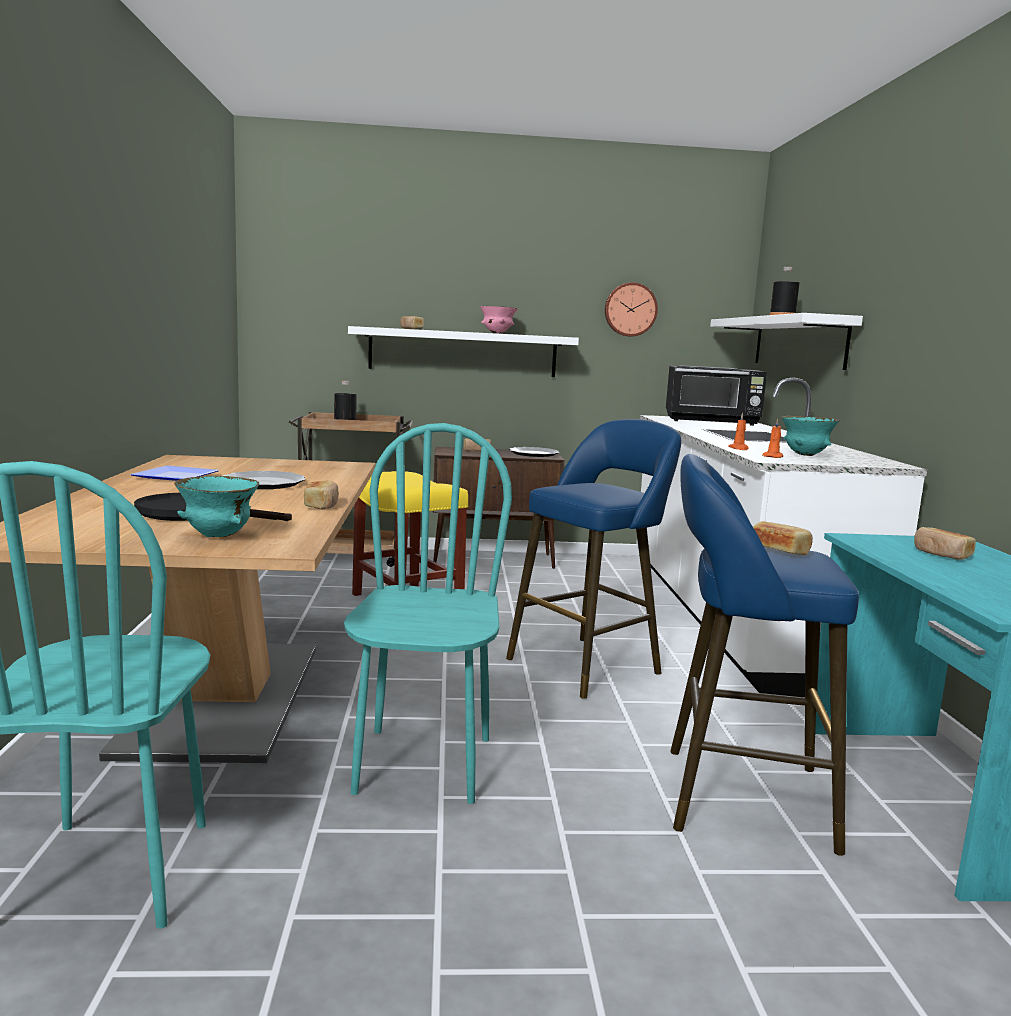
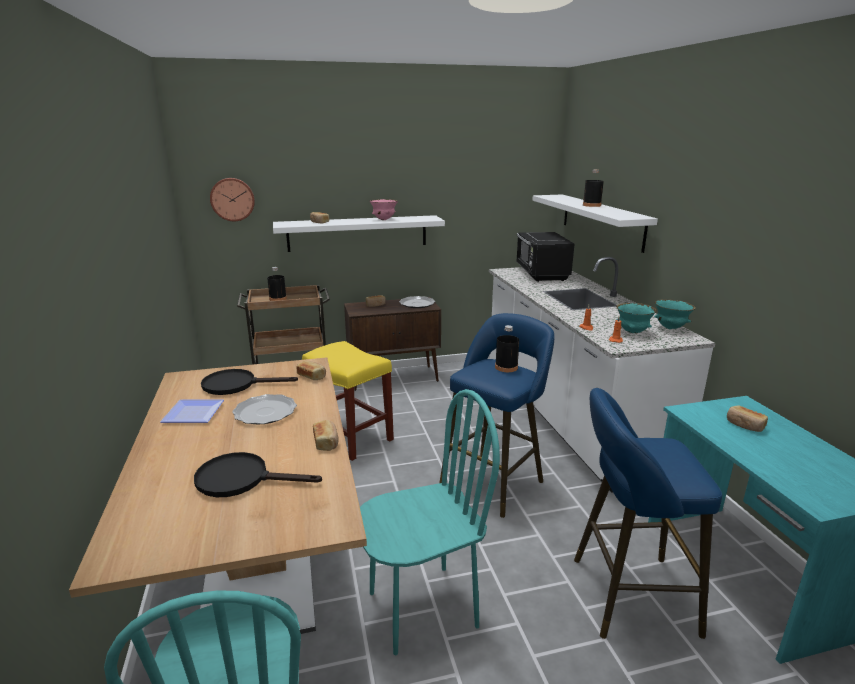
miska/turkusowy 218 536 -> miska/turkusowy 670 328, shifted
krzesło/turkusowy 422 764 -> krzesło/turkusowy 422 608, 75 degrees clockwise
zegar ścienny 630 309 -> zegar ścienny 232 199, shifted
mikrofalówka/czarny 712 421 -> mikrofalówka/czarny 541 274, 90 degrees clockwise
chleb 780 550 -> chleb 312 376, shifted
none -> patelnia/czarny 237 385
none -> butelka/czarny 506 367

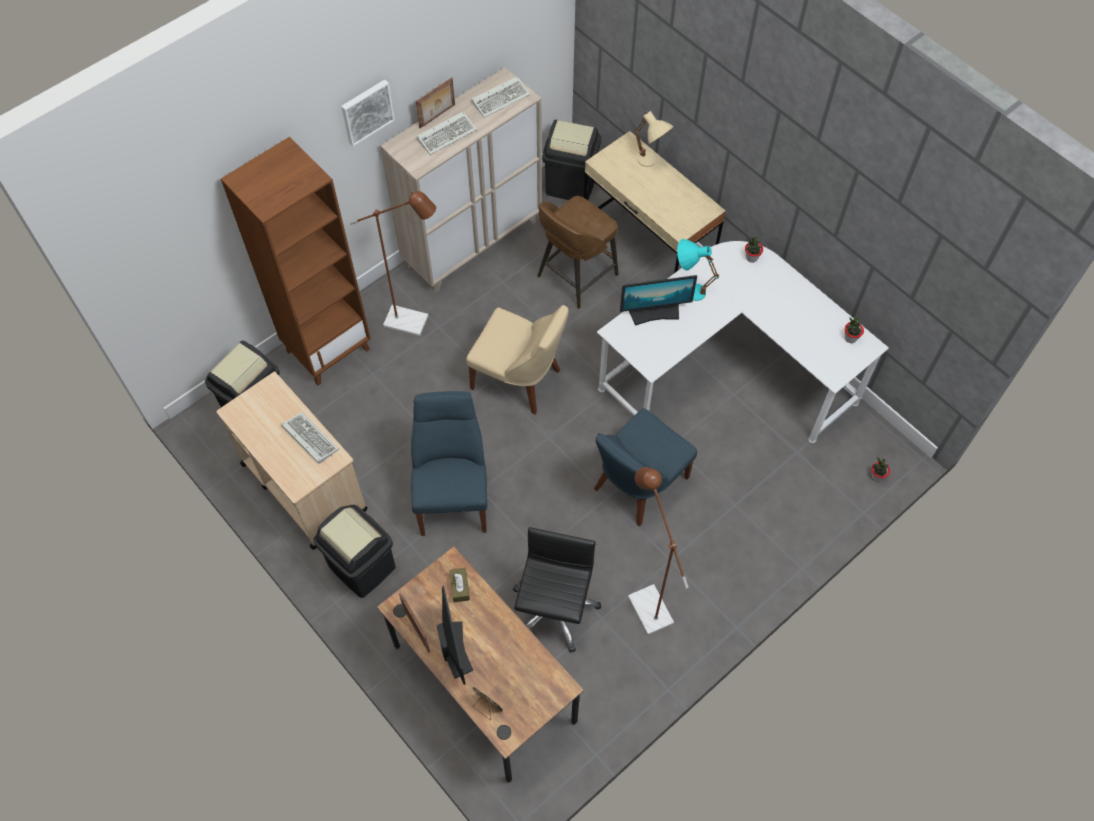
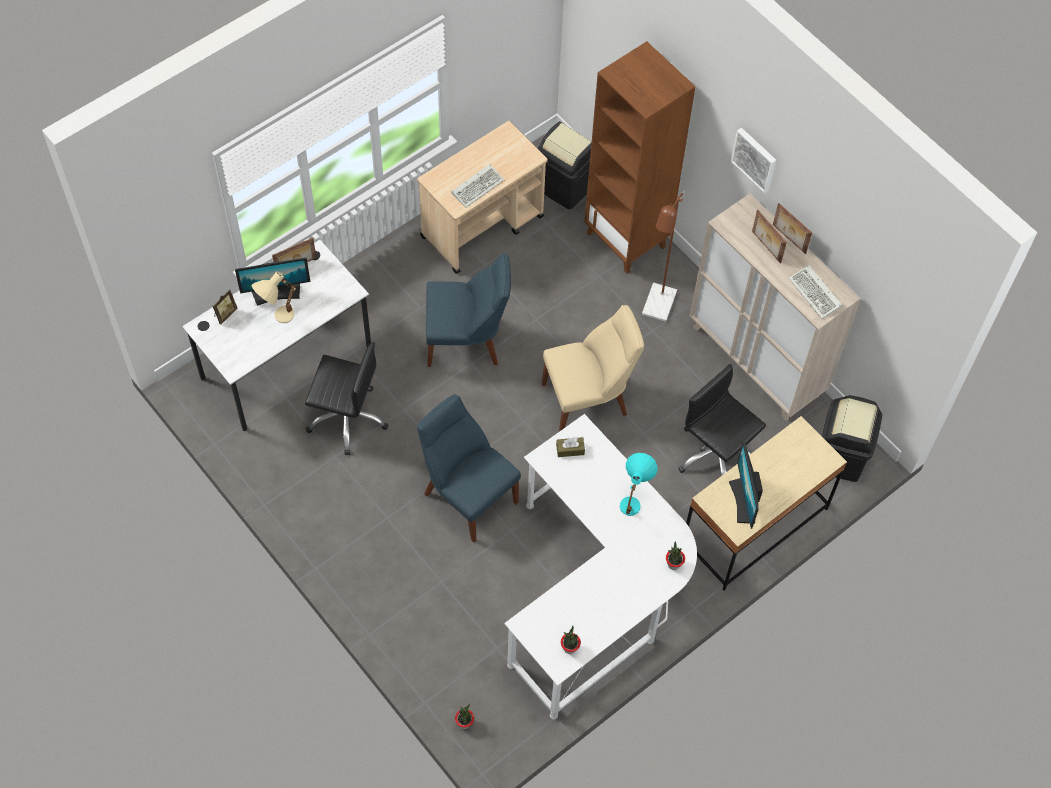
kosz na śmieci/czarny 361 567 -> none
biurko/brązowy 484 683 -> biurko/biały 286 362
klawiatura 447 134 -> ramka na zdjęcie 765 247
pudełko chusteczek/brązowy 460 587 -> pudełko chusteczek/brązowy 570 449, shifted
krzesło/beżowy 519 380 -> krzesło/beżowy 588 399, 135 degrees counterclockwise
stołek/brązowy 575 276 -> krzesło biurowe/czarny 715 455
monitor 654 313 -> monitor 744 501, shifted
lampa stojąca/brązowy 646 601 -> none
lampa stołowa/beżowy 651 164 -> lampa stołowa/beżowy 277 318, shifted

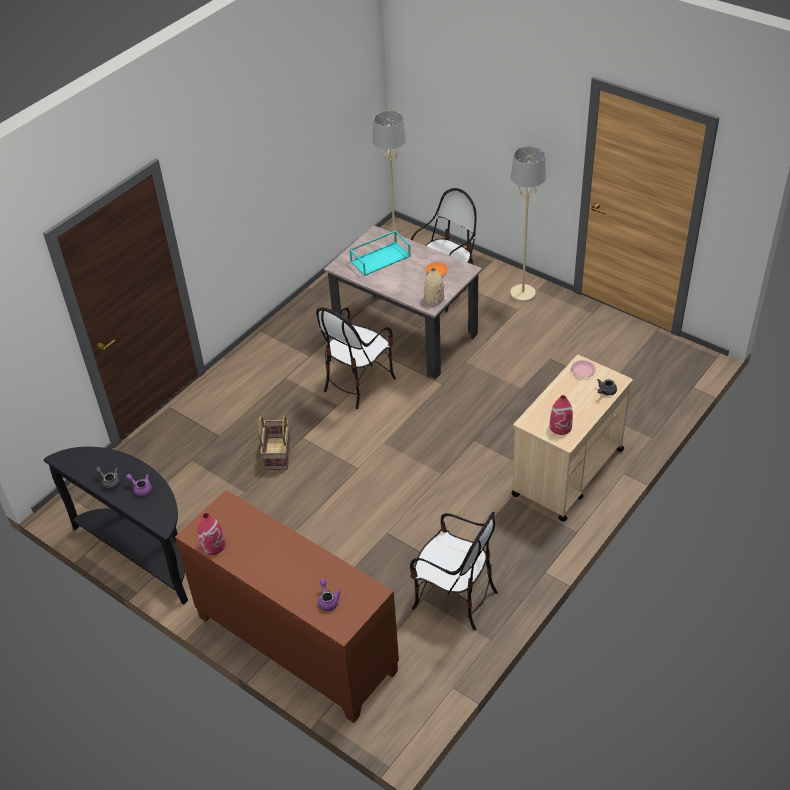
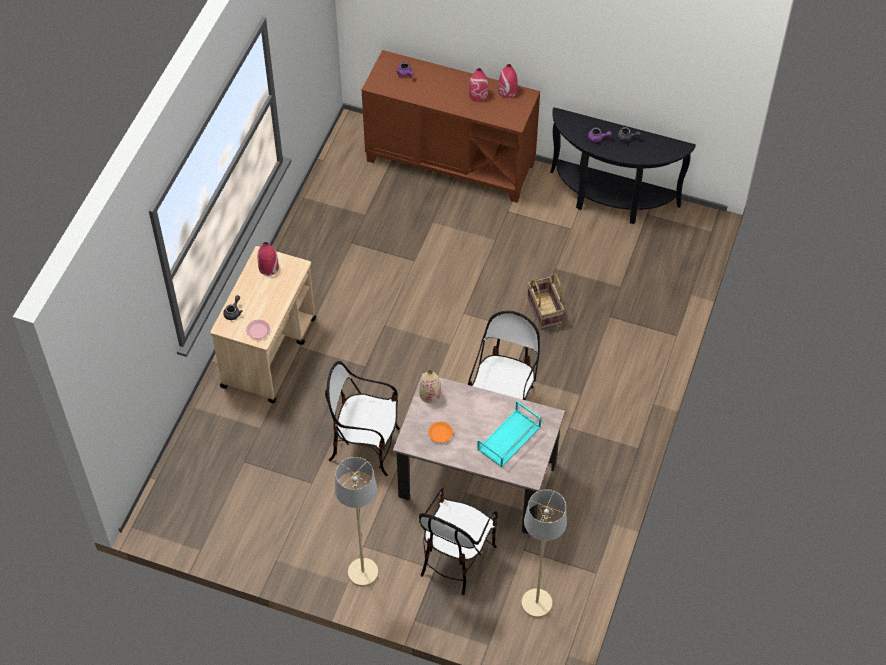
krzesło 454 598 -> krzesło 365 446, shifted
none -> wazon/czerwony 478 95

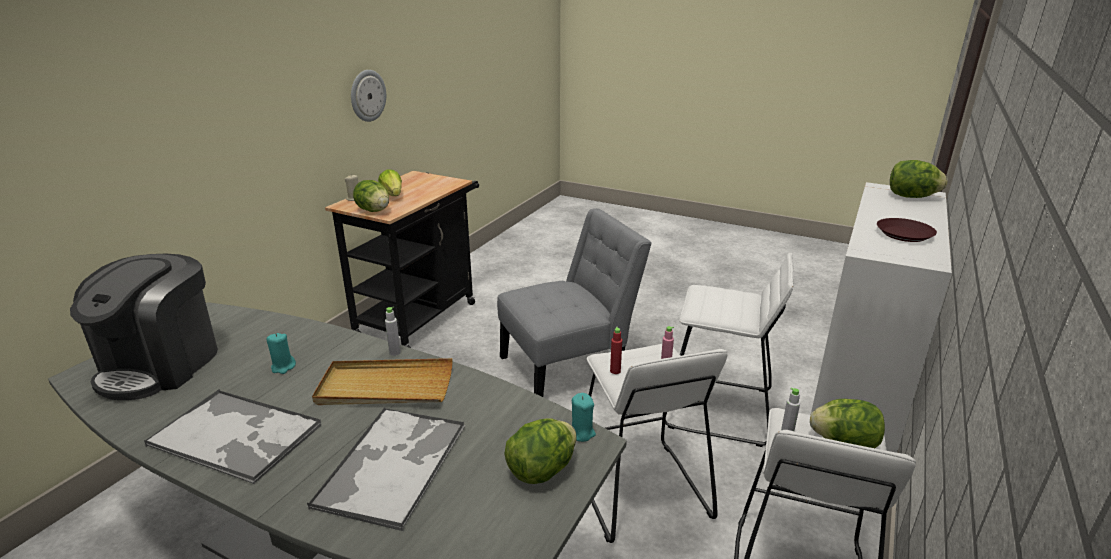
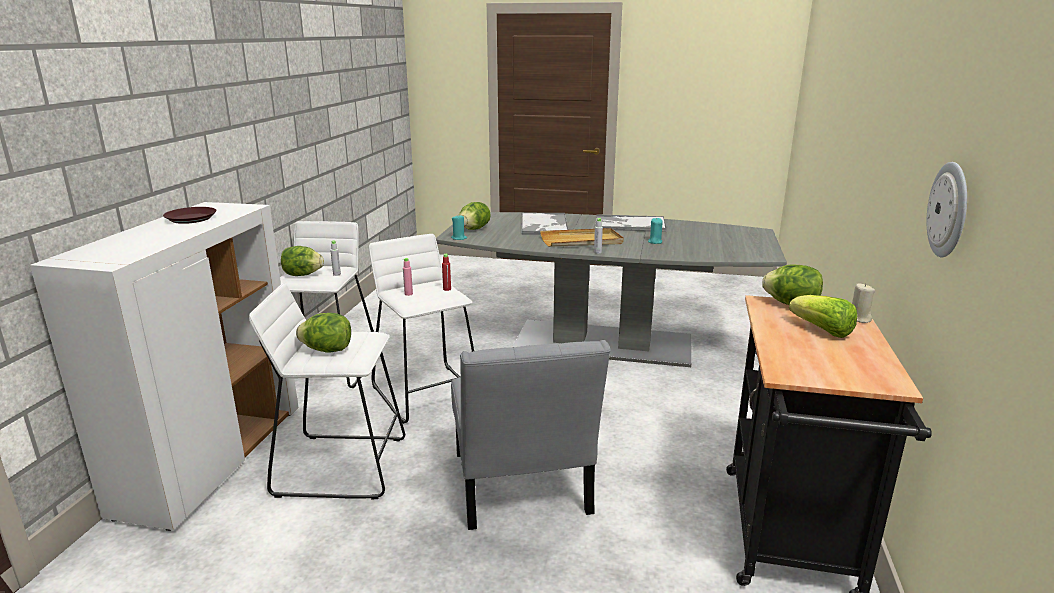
ekspres do kawy 161 365 -> none
krzesło/szary 569 367 -> krzesło/szary 521 489, 60 degrees counterclockwise
sałata 911 197 -> sałata 327 350, shifted

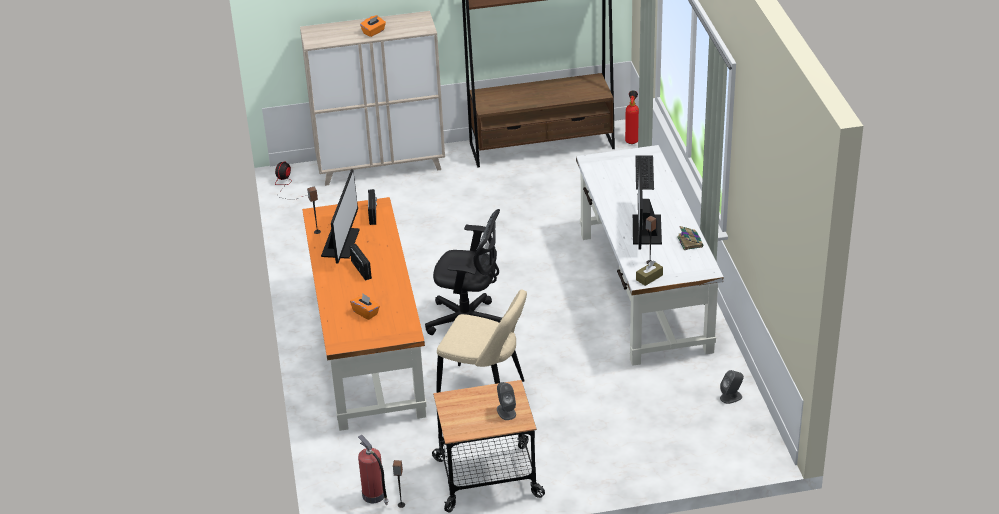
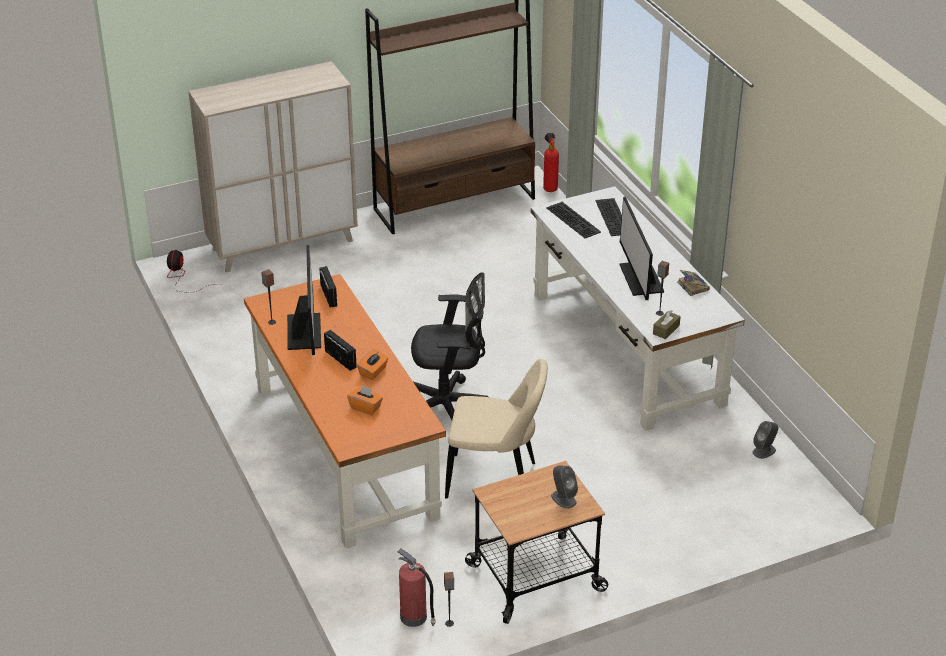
pudełko chusteczek/pomarańczowy 374 32 -> pudełko chusteczek/pomarańczowy 373 372, shifted
none -> klawiatura 574 220

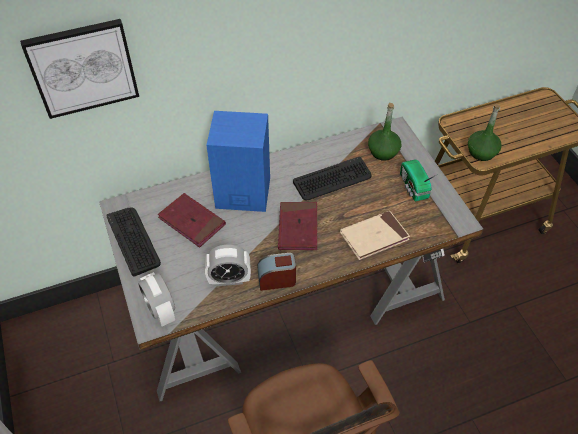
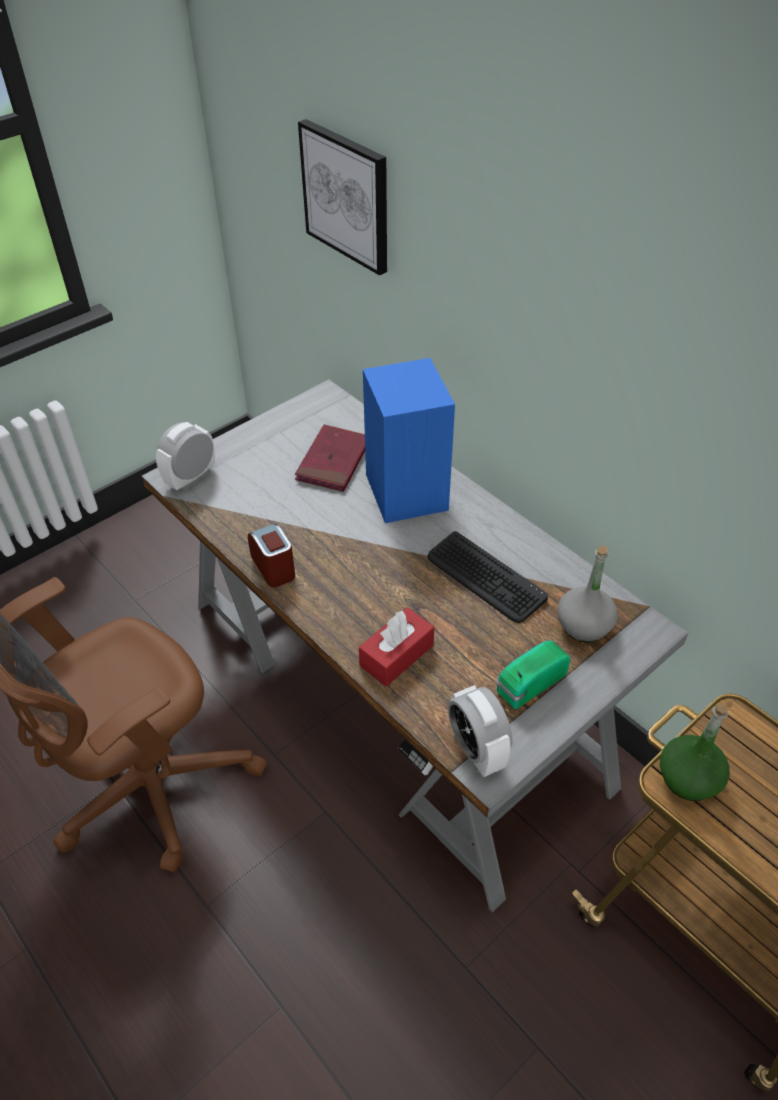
klawiatura 133 240 -> none
budzik 229 279 -> budzik 476 750, shifted
książka/czerwony 298 228 -> none
książka/beżowy 374 237 -> pudełko chusteczek/czerwony 396 655
butelka/zielony 383 152 -> butelka/szary 584 626

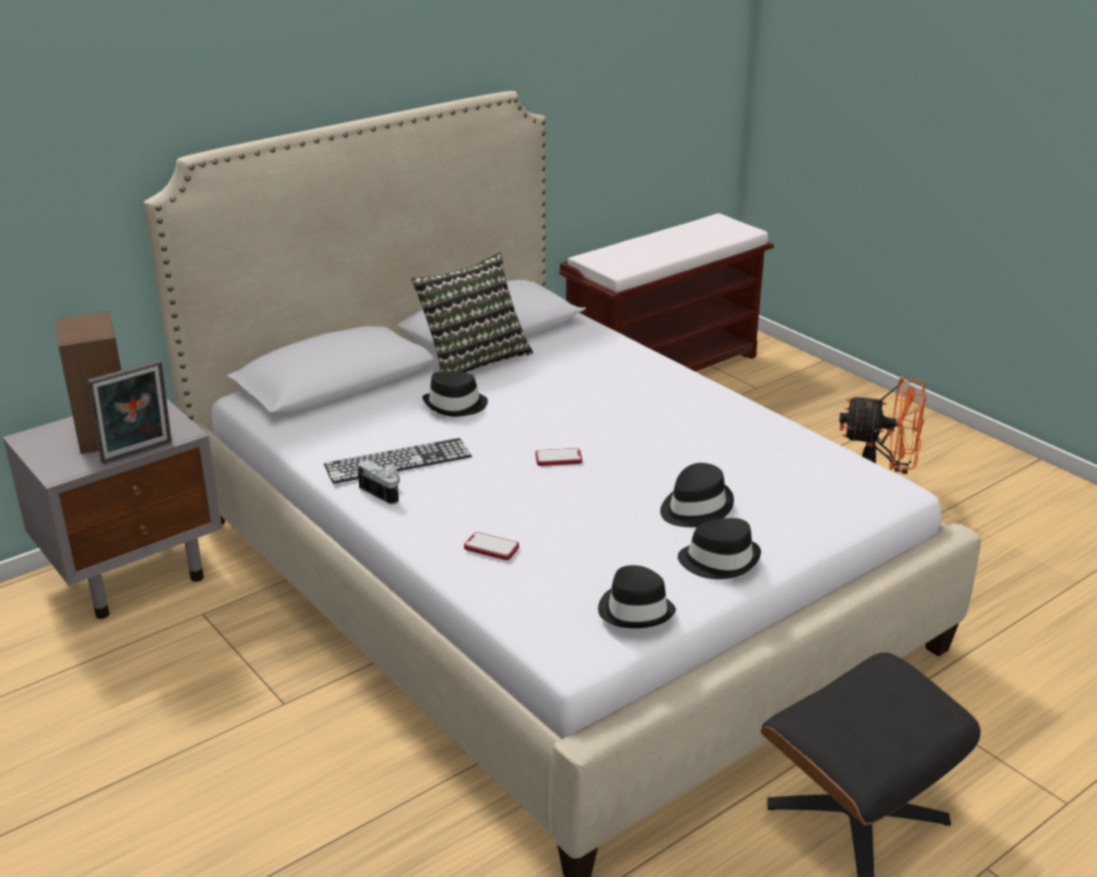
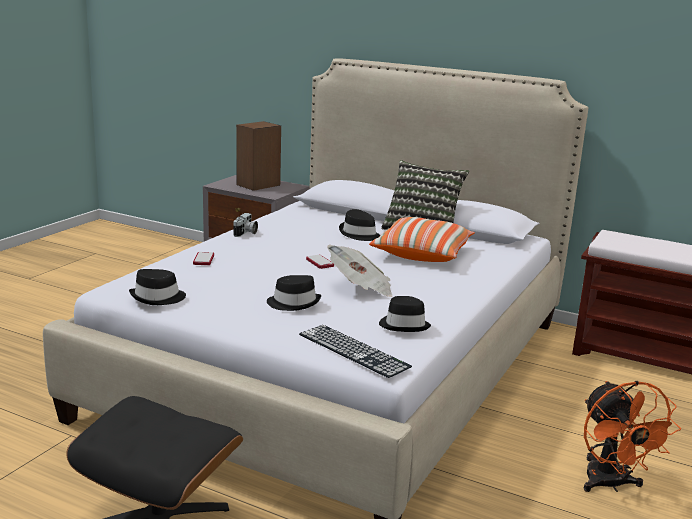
ramka na zdjęcie 138 454 -> none
klawiatura 398 461 -> klawiatura 353 350, shifted
kapelusz/czarny 719 560 -> kapelusz/czarny 404 325, shifted
none -> gazeta 360 288
none -> poduszka 422 254

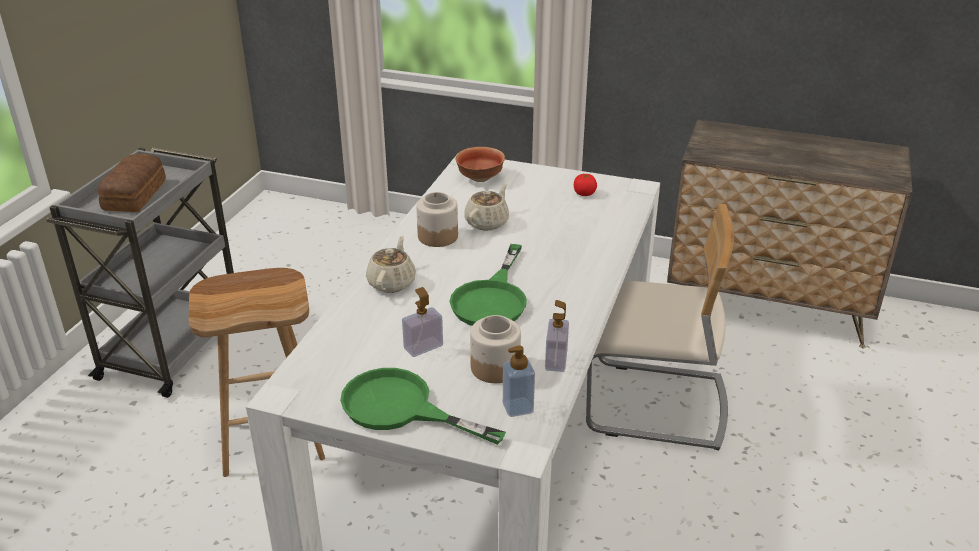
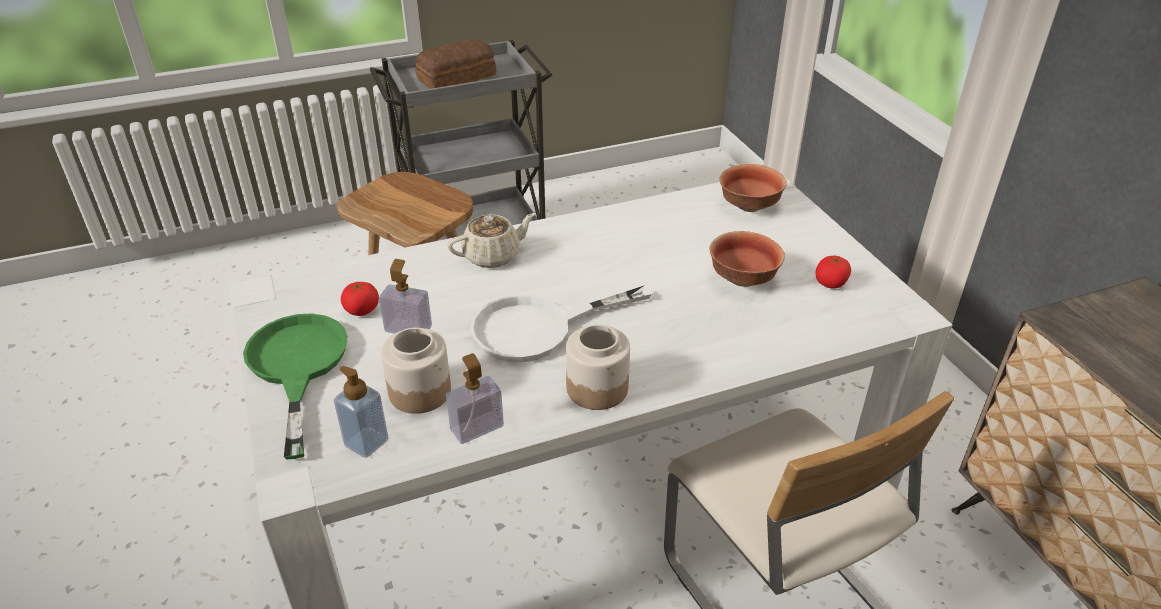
słoik 437 236 -> słoik 597 388, shifted
patelnia/zielony 492 299 -> patelnia/biały 539 328
imbryk/beżowy 487 222 -> none
none -> pomidor 362 310
none -> miska 743 278

